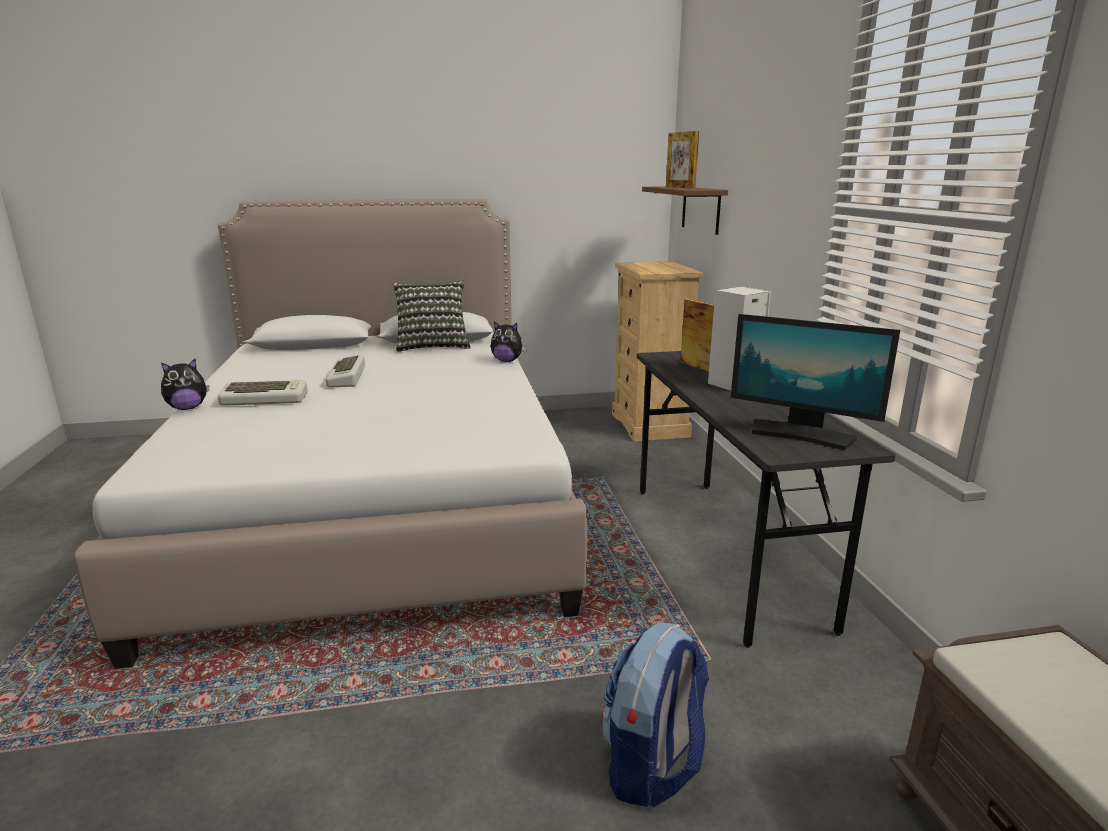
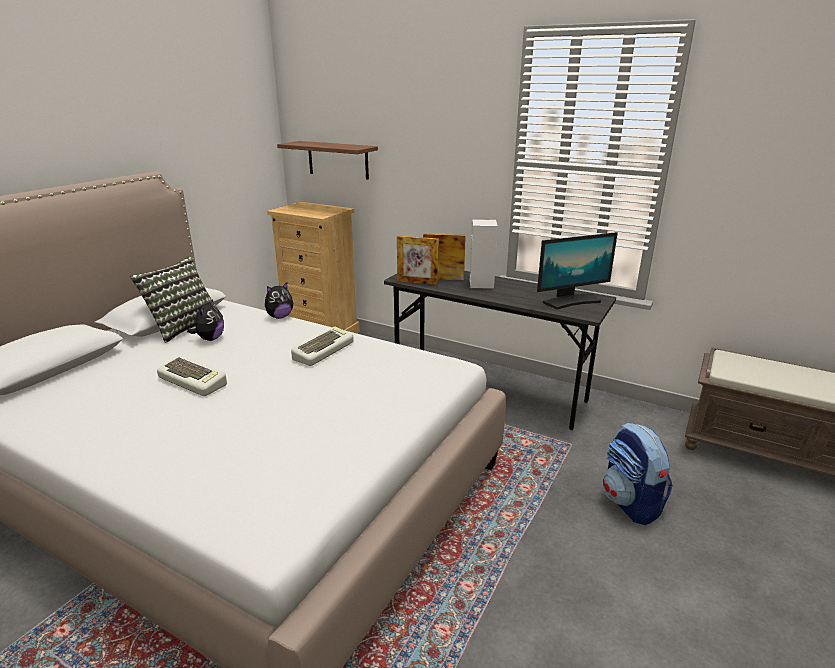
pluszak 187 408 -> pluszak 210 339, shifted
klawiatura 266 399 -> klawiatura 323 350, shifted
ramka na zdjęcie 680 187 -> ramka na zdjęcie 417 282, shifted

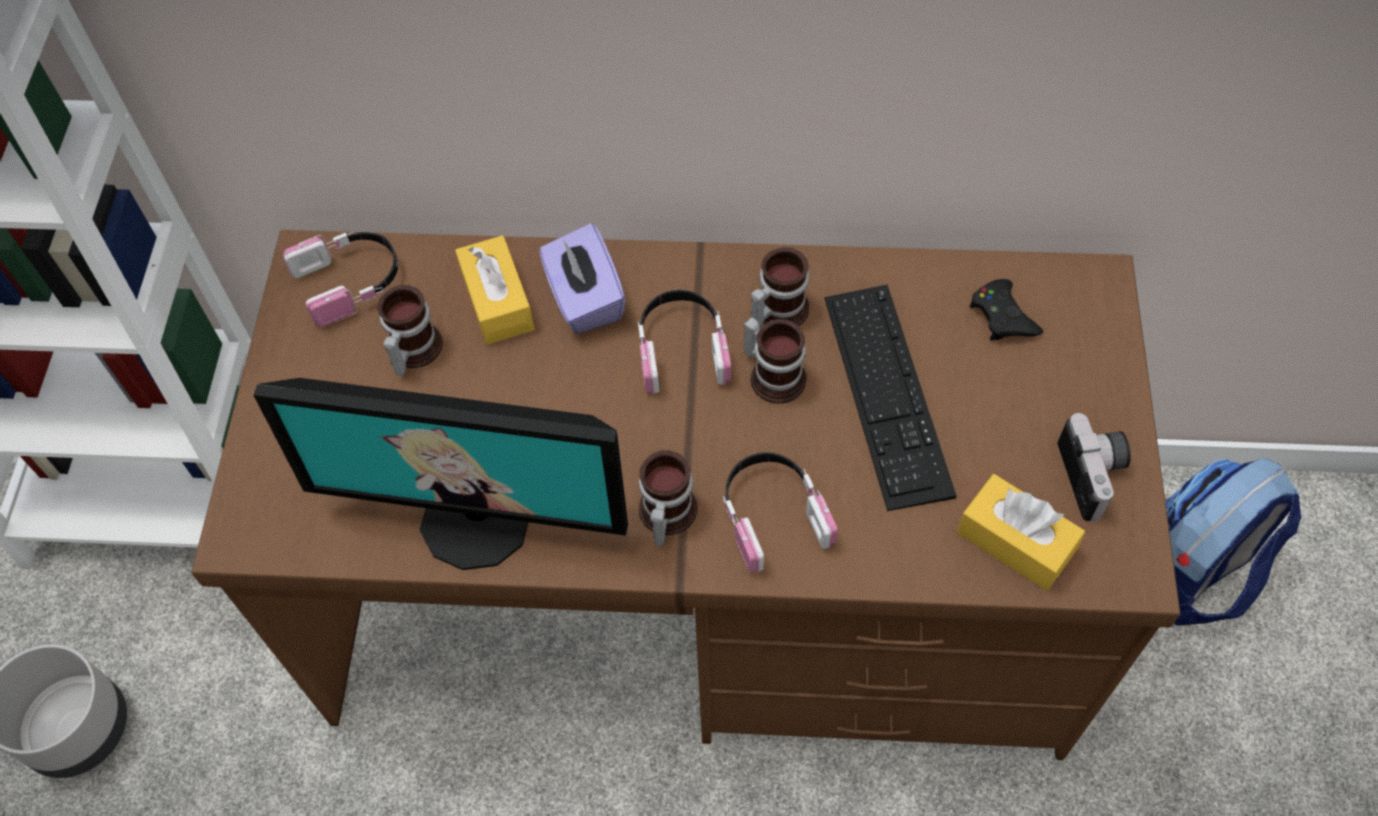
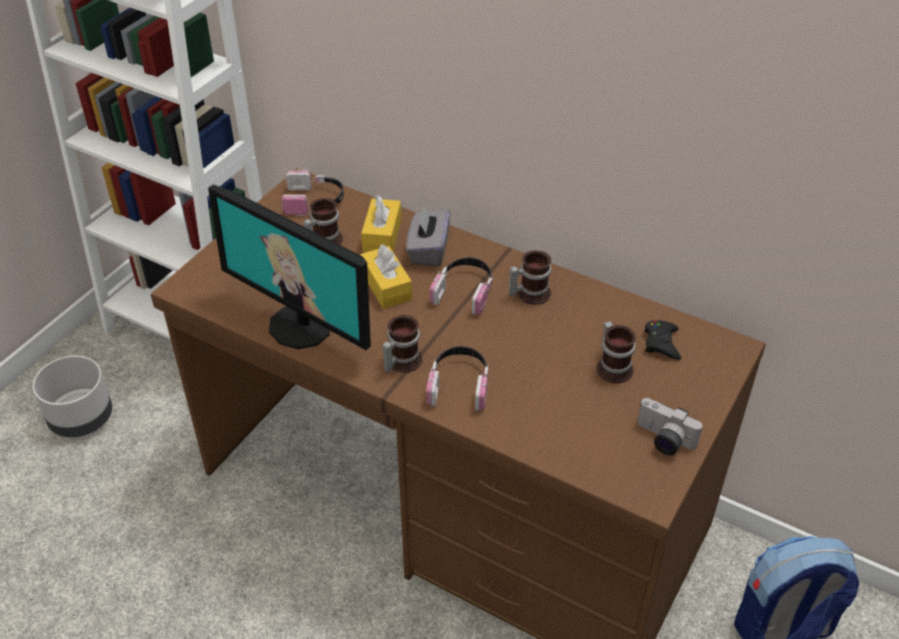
pudełko chusteczek/fioletowy 584 299 -> pudełko chusteczek/szary 428 250
kubek 775 374 -> kubek 614 366, shifted
klawiatura 887 394 -> none
pudełko chusteczek/żółty 1015 541 -> pudełko chusteczek/żółty 386 286, shifted
aparat fotograficzny 1095 475 -> aparat fotograficzny 663 440, 105 degrees clockwise

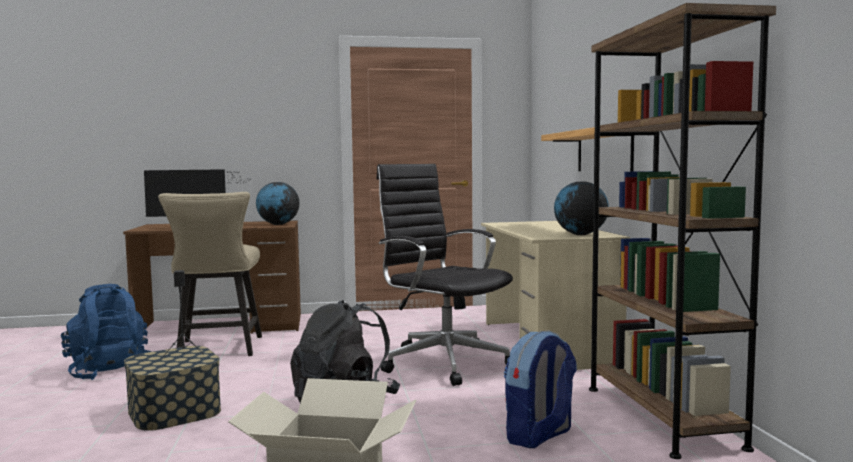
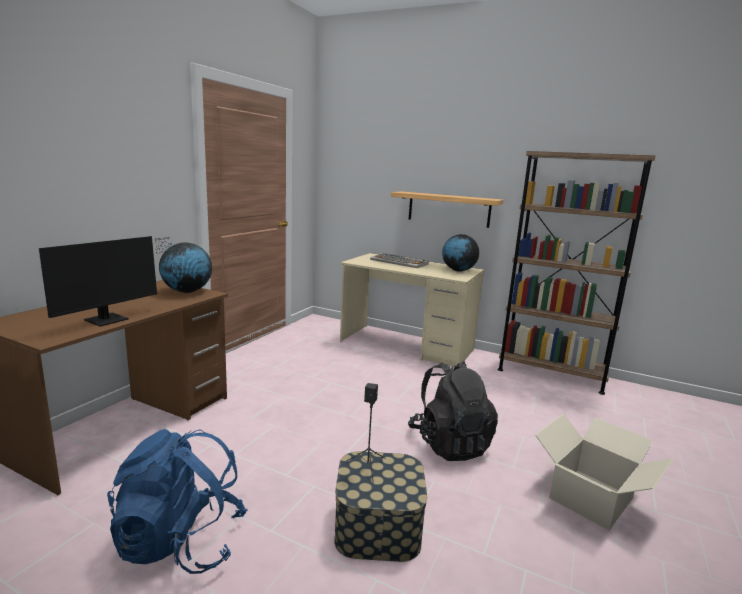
krzesło/beżowy 218 350 -> none
krzesło biurowe/czarny 444 362 -> none
plecak 539 436 -> none
none -> klawiatura 399 262

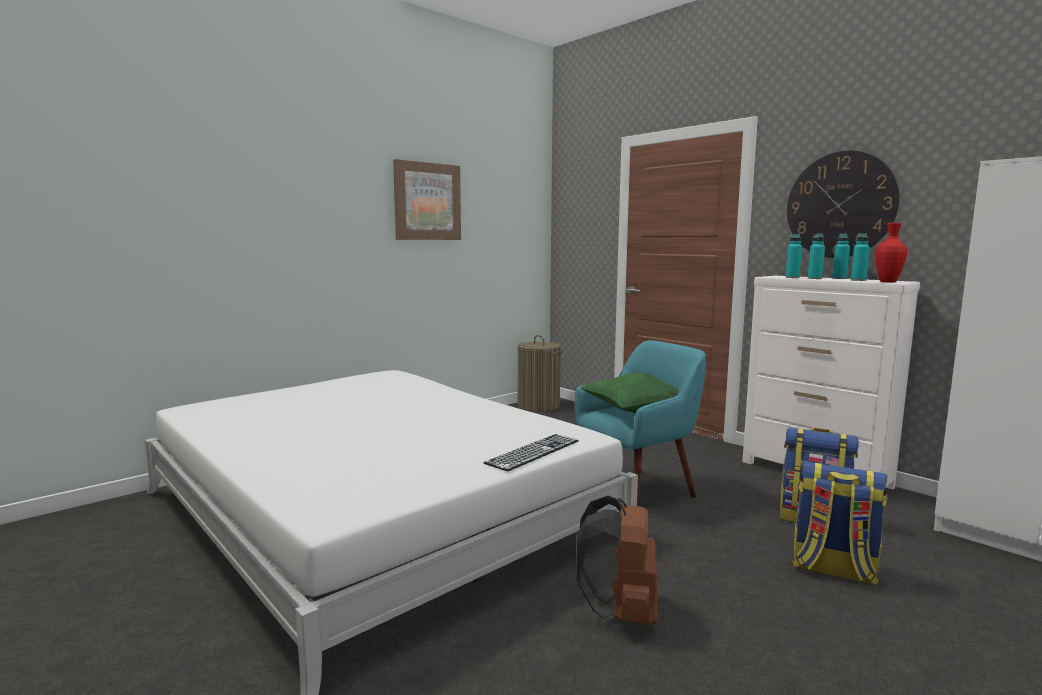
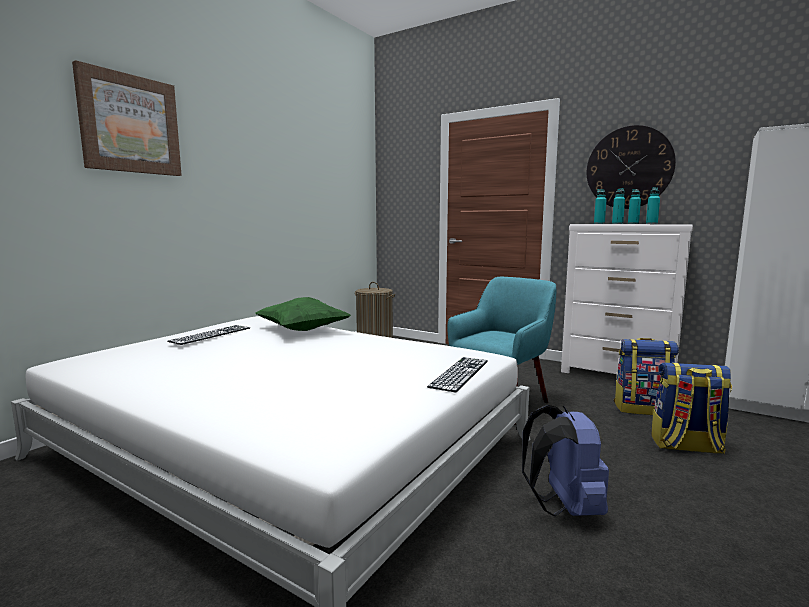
obraz 427 201 -> obraz 130 124, shifted
plecak/brązowy 622 612 -> plecak/niebieski 564 507
poduszka/zielony 635 412 -> poduszka/zielony 302 330, shifted
wazon/czerwony 887 282 -> none
none -> klawiatura 211 334

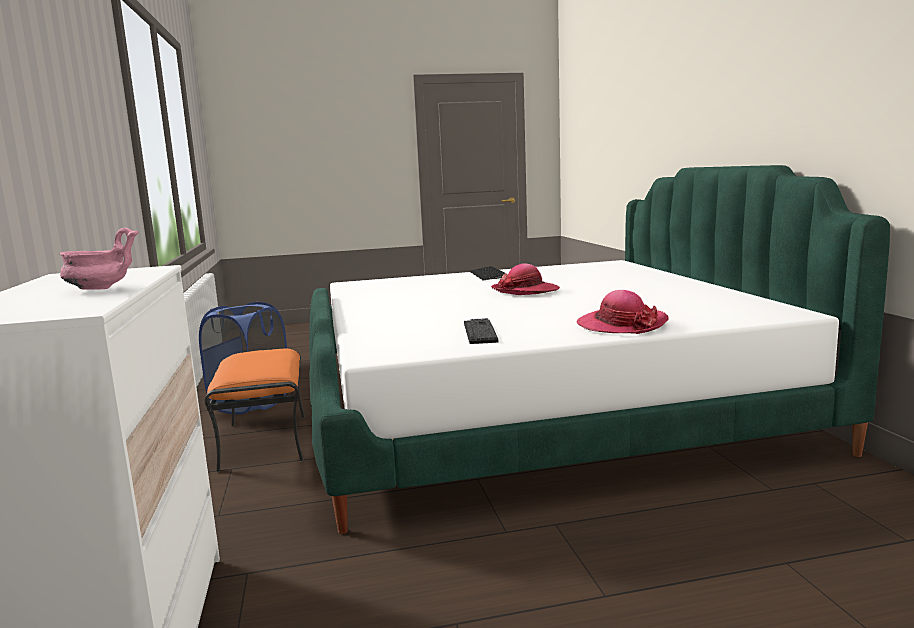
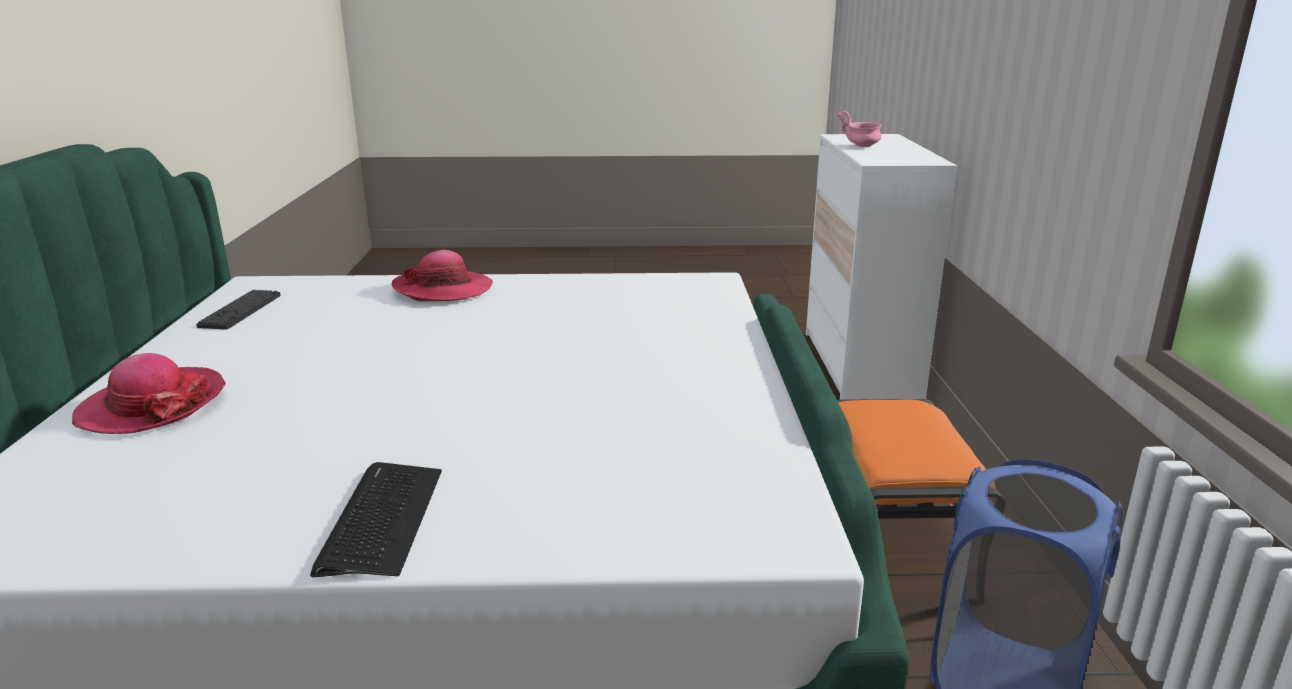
klawiatura 480 332 -> klawiatura 240 310, shifted
kapelusz 525 291 -> kapelusz 152 405, shifted

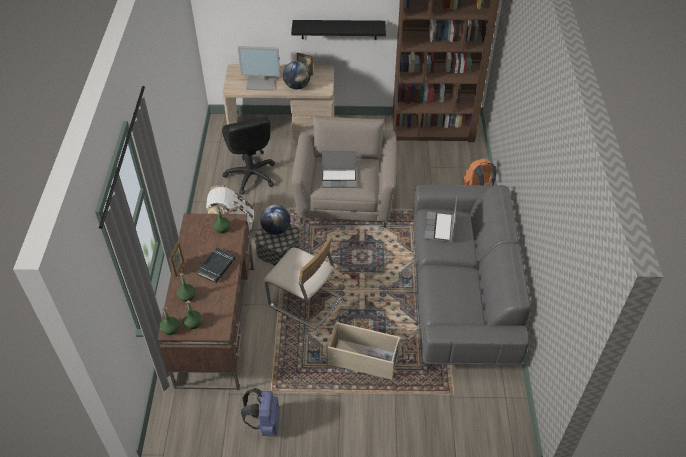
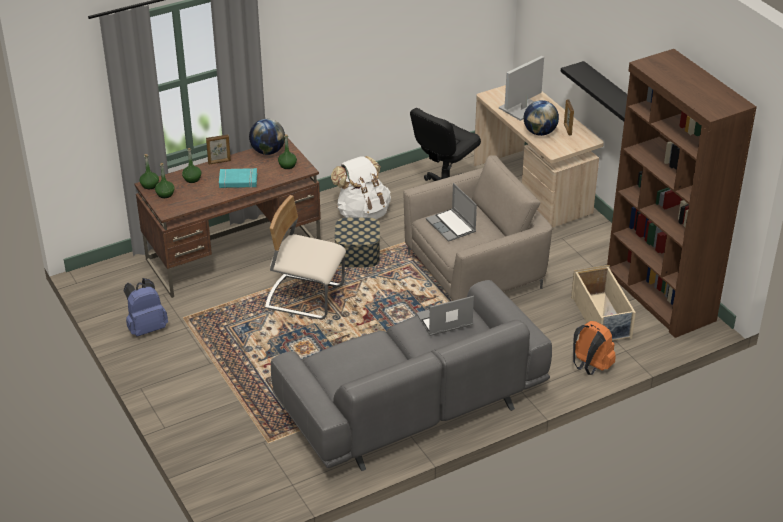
książka/czarny 217 267 -> książka/turkusowy 238 181
monitor 261 82 -> monitor 521 109, 75 degrees clockwise
globus 276 229 -> globus 268 151, shifted
krzesło/beżowy 304 302 -> krzesło/beżowy 305 297, 105 degrees clockwise
pojemnik do przechowywania/beżowy 364 359 -> pojemnik do przechowywania/beżowy 602 318, shifted

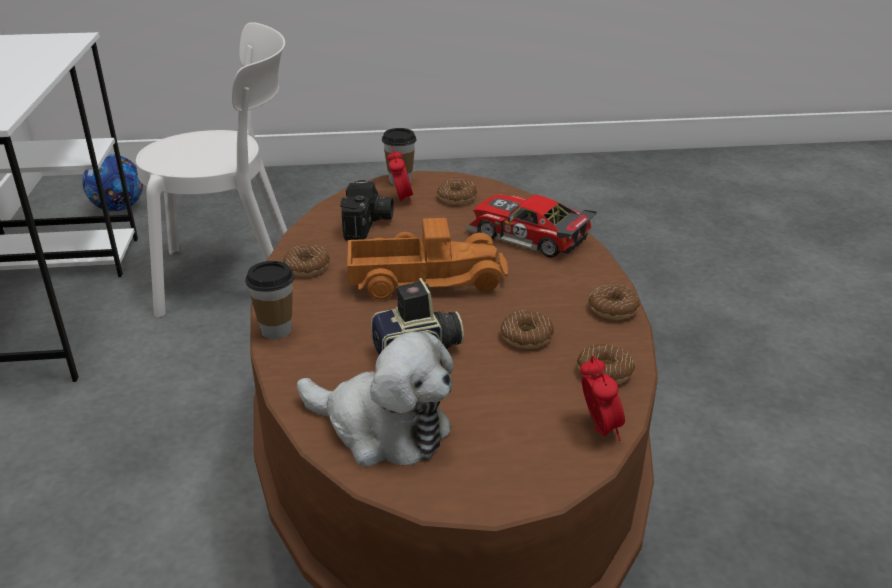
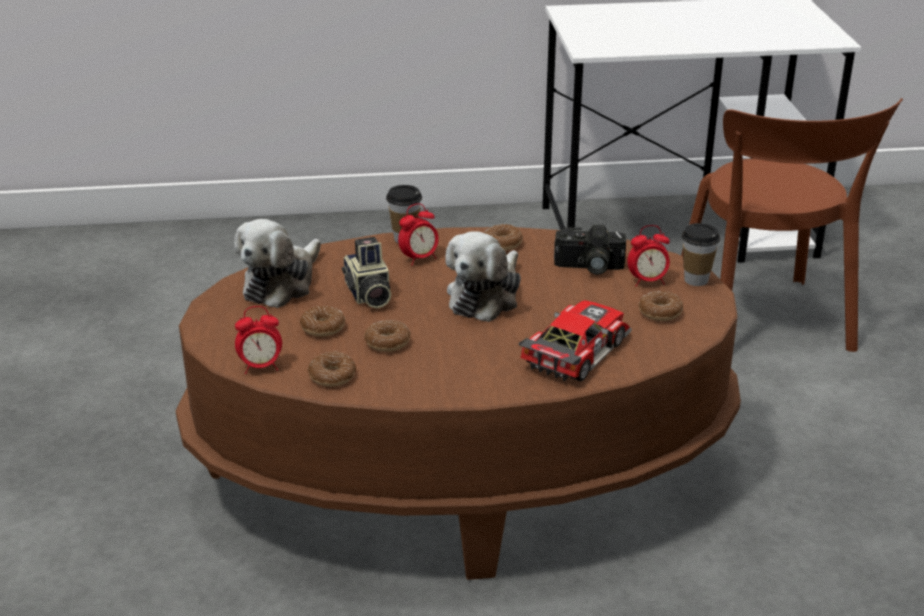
piłka futbolowa 118 208 -> none
krzesło/biały 237 275 -> krzesło/brązowy 763 325
ciężarówka zabawkowa 425 278 -> pluszak 485 296
donut 613 309 -> donut 323 328, shifted
none -> budzik 419 258

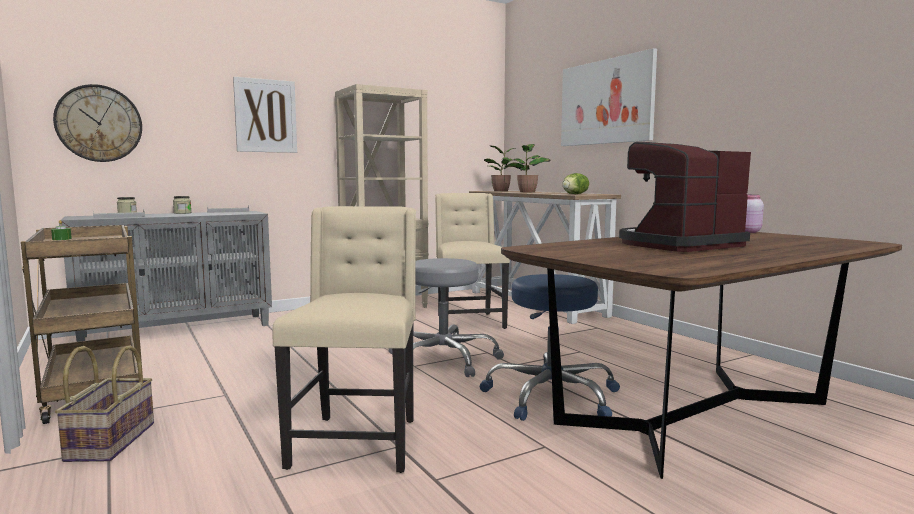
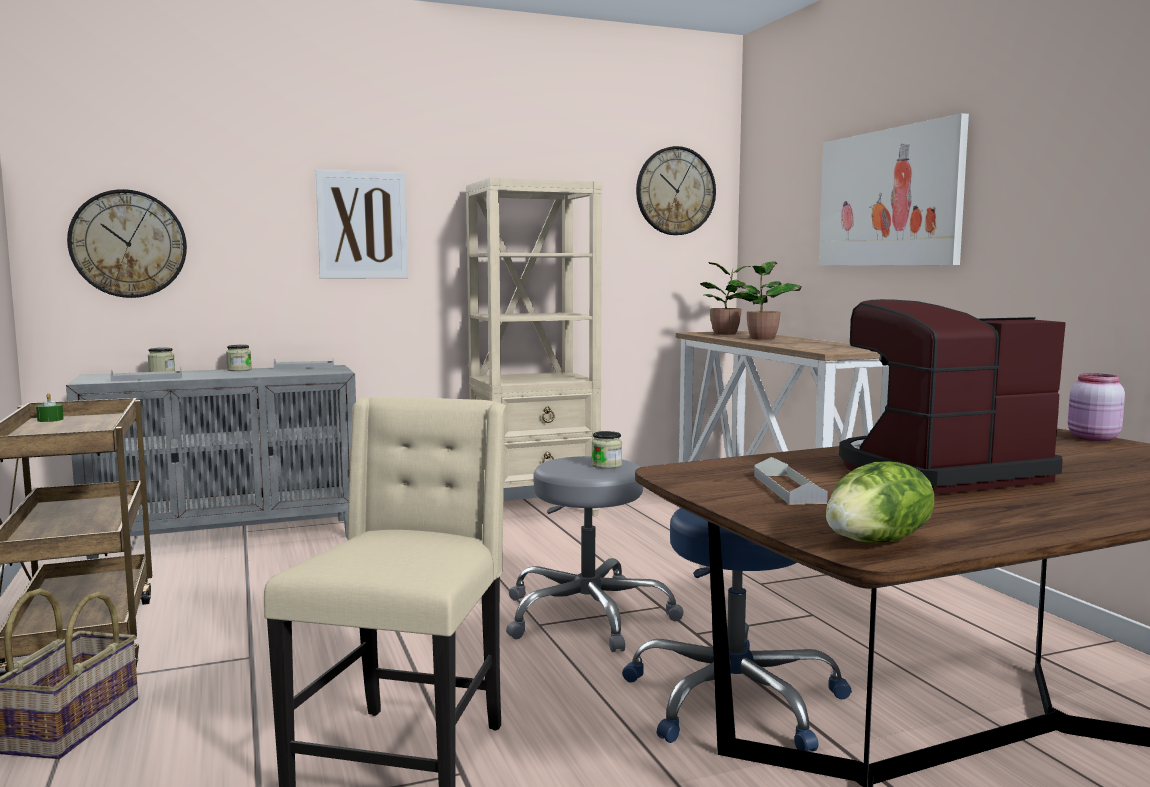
krzesło/beżowy 468 322 -> none
sałata 575 194 -> sałata 878 541, shifted
none -> słoik 606 465
none -> zegar ścienny 675 191
none -> taca/szary 788 489

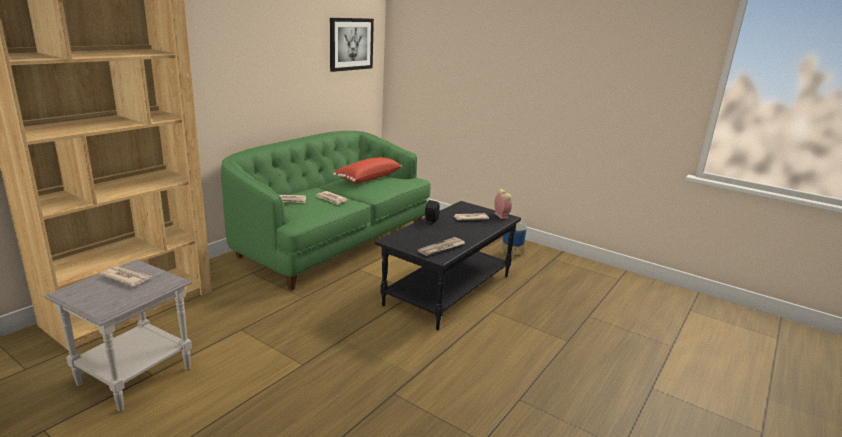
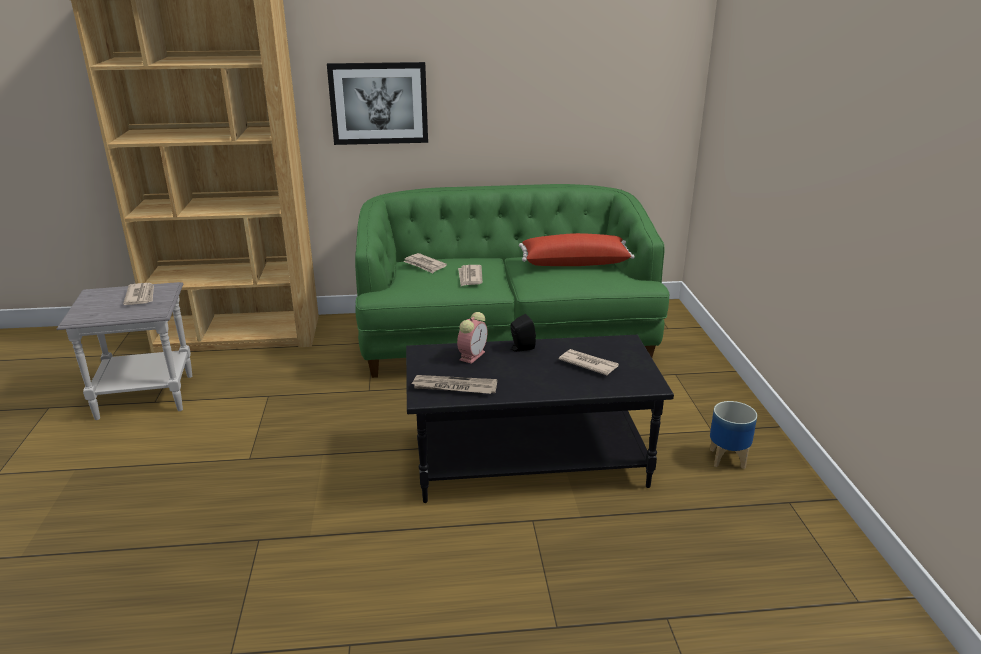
obraz 351 44 -> obraz 379 103, shifted
budzik 500 215 -> budzik 472 355, shifted

